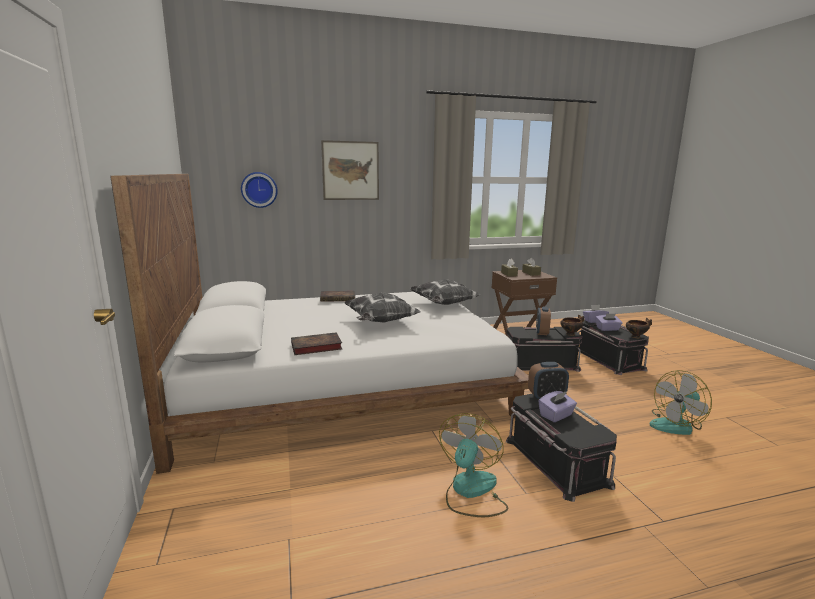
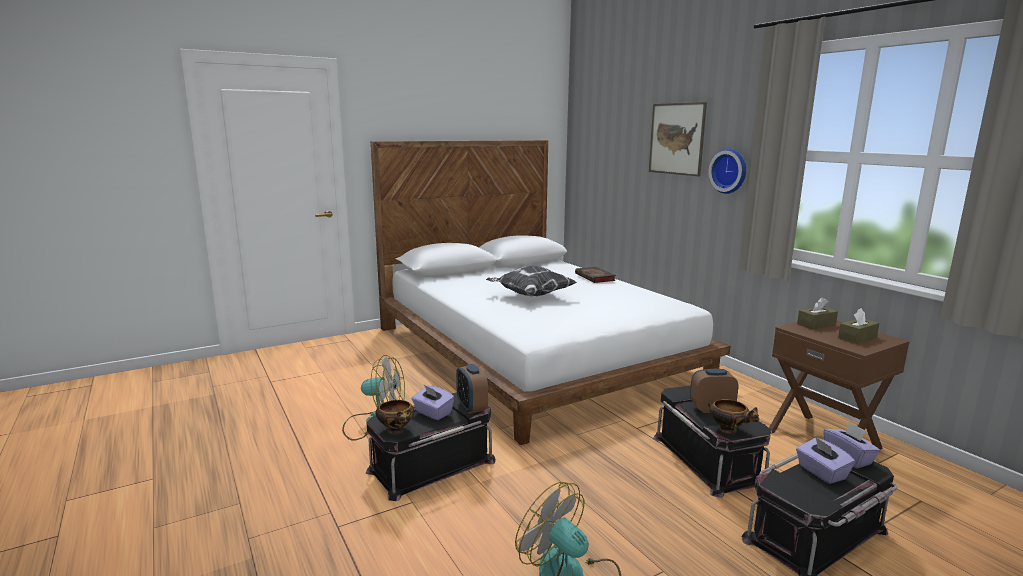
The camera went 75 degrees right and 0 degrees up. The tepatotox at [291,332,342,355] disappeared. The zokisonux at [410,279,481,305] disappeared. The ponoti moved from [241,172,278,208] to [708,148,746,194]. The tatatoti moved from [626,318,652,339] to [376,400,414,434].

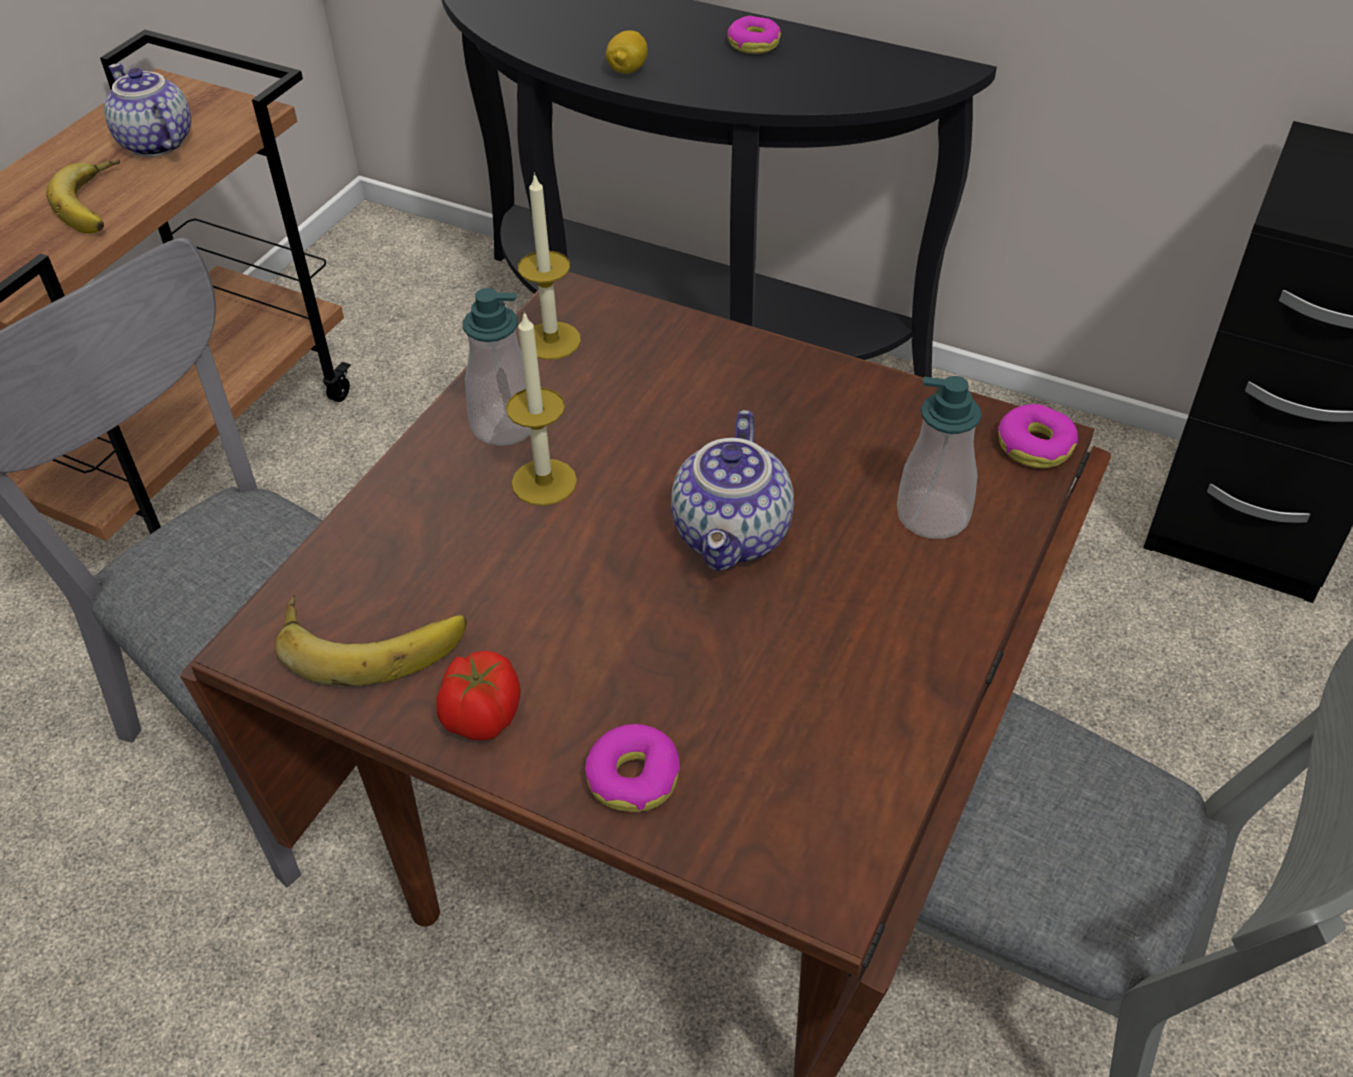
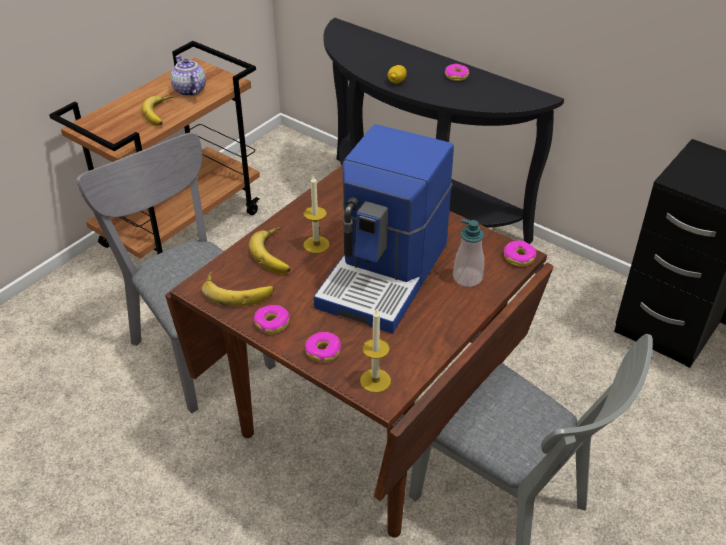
The camera went 10 degrees right and 5 degrees down. The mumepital at [463,288,530,446] disappeared. The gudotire at [249,227,291,274] appeared. The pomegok moved from [518,172,581,360] to [360,308,391,393]. The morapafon at [436,651,521,741] was replaced by the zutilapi at [254,305,289,334]. The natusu at [671,410,794,571] was replaced by the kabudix at [314,124,454,334].

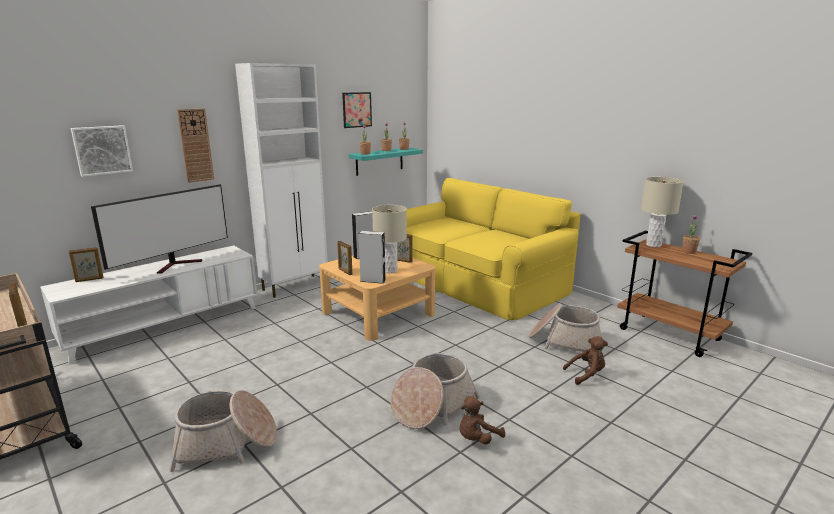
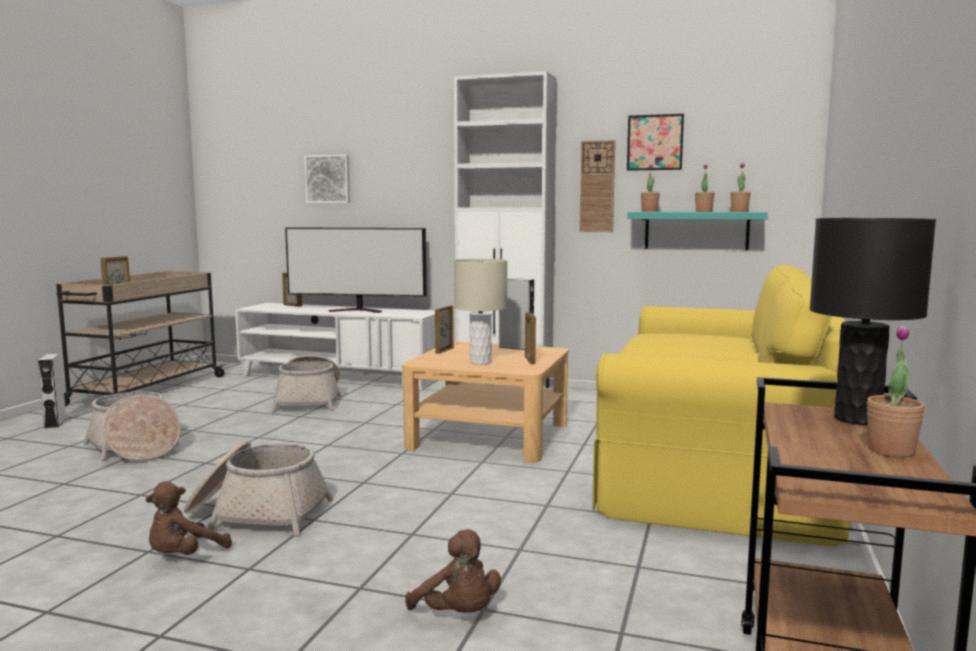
The camera went 60 degrees right and 10 degrees down. The ponoti moved from [177,108,214,183] to [579,140,615,232]. The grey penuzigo moved from [359,231,386,284] to [38,353,67,428]. The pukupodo moved from [529,303,602,352] to [271,355,341,412]. The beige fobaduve at [641,177,684,247] became the black fobaduve at [809,218,936,425]. The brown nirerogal at [460,396,505,445] turned 75 degrees counterclockwise.

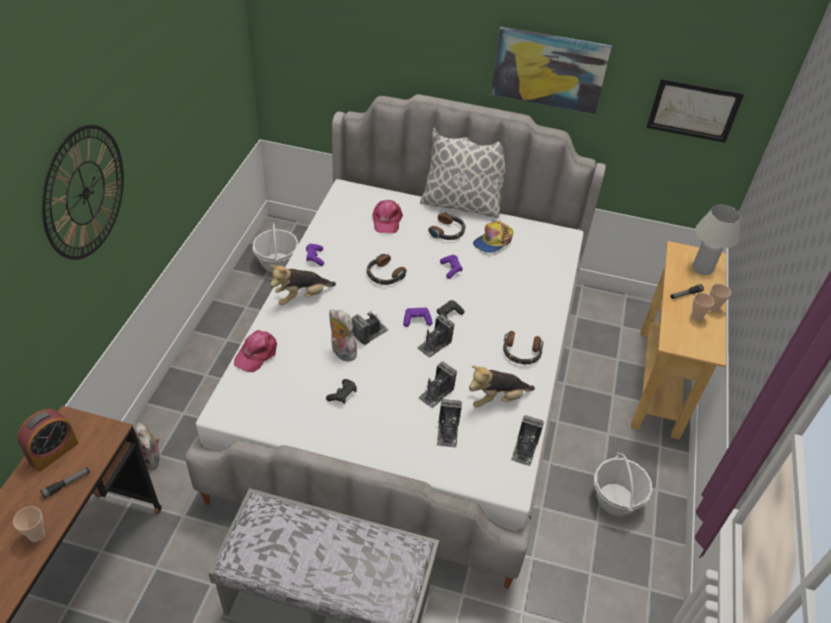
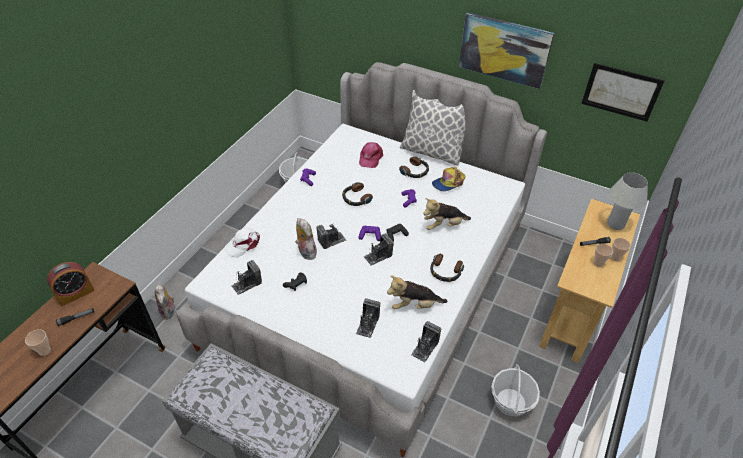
The camera went 15 degrees right and 0 degrees up. The ponoti at [42,125,124,260] disappeared. The nirerogal moved from [270,265,336,305] to [423,198,471,230]. The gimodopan moved from [418,362,457,408] to [232,260,262,295]. The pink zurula at [234,330,277,372] became the white zurula at [224,227,260,258].

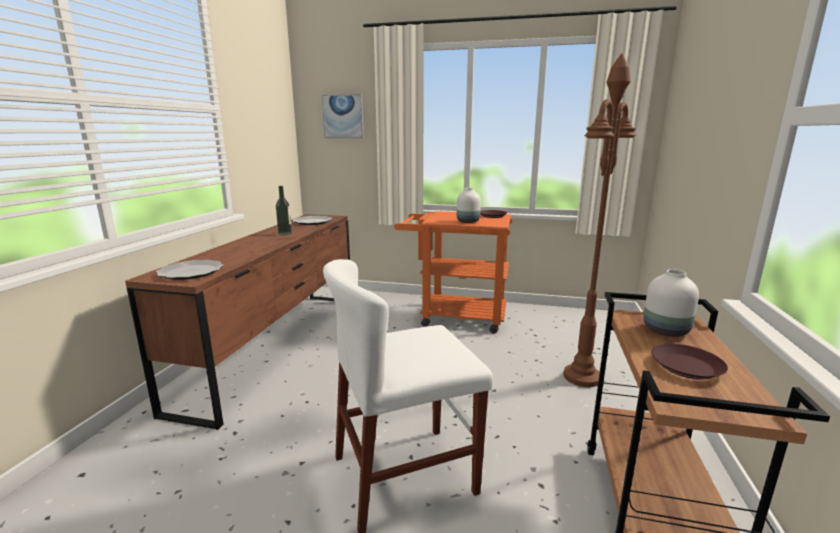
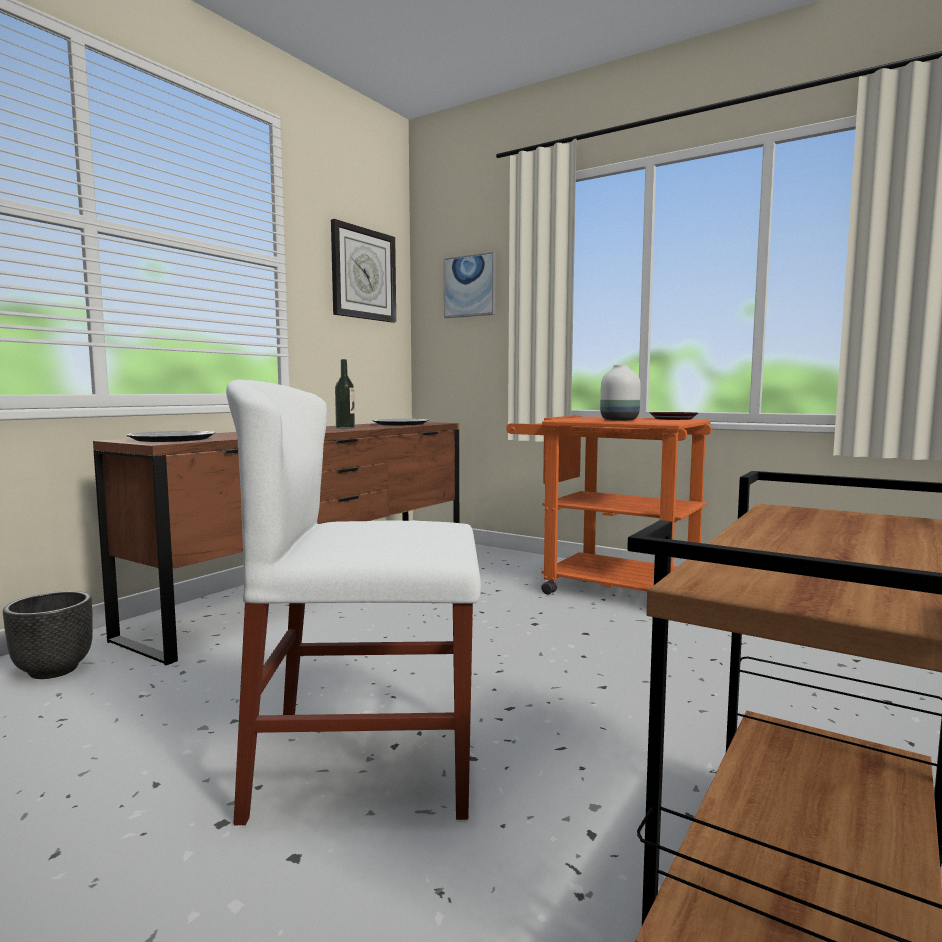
The camera went 20 degrees right and 10 degrees down. The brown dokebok at [563,53,636,387] disappeared. The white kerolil at [643,269,699,337] disappeared. The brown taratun at [651,344,728,380] disappeared. The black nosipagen at [3,591,93,679] appeared. The ponoti at [331,219,396,323] appeared.

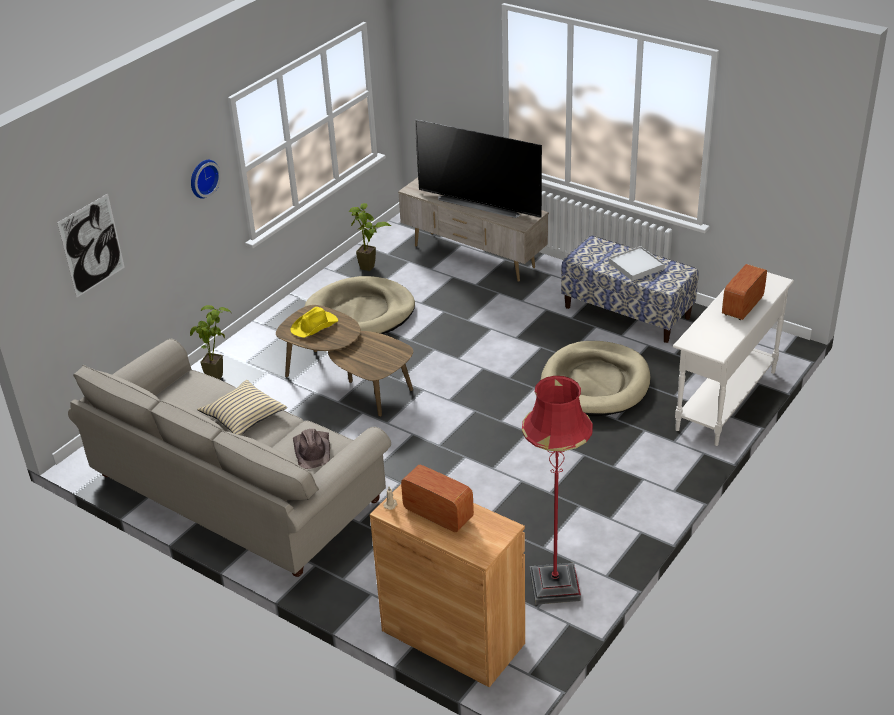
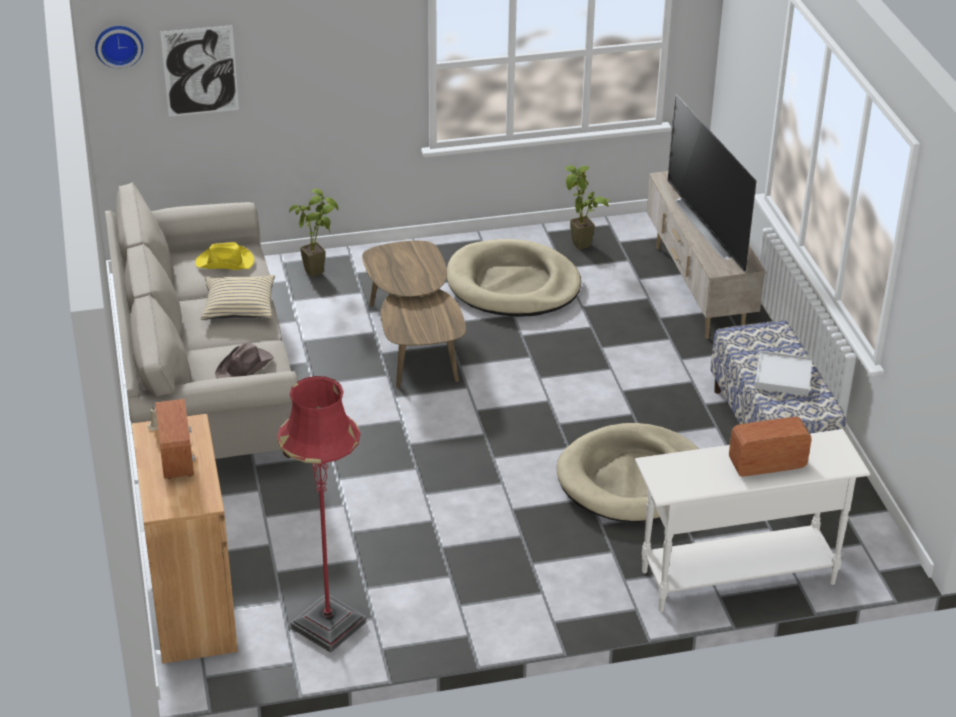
The camera went 40 degrees right and 0 degrees up. The ponoti moved from [191,160,221,199] to [95,26,143,69]. The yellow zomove moved from [291,307,338,338] to [195,242,254,270].

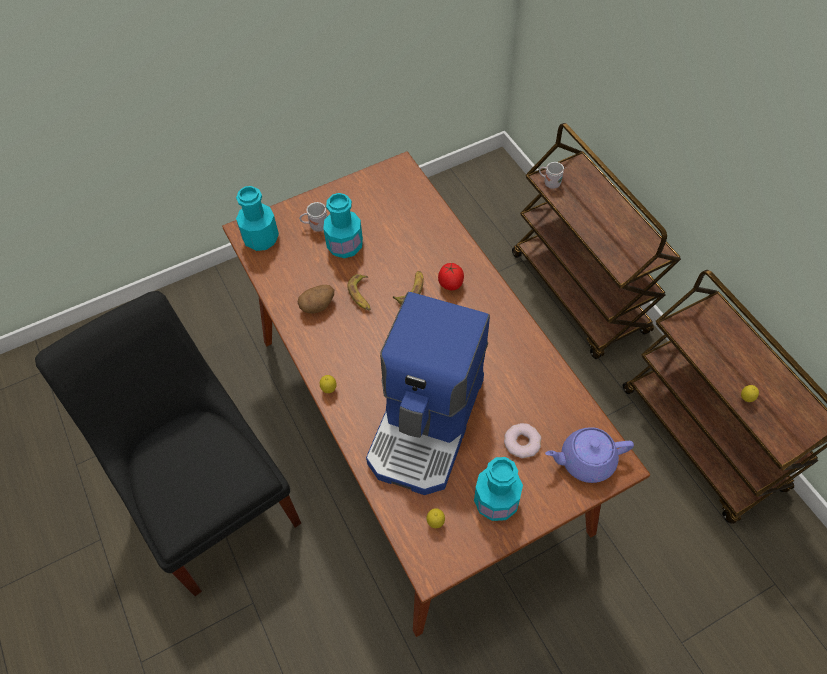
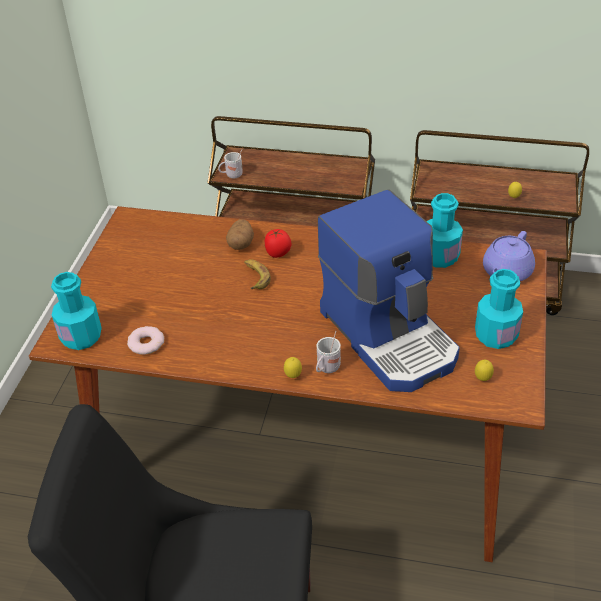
The camera went 50 degrees left and 15 degrees down. The gudotire at [347,274,371,311] disappeared. The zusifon moved from [298,285,334,314] to [226,219,254,250]. The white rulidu moved from [299,202,328,232] to [316,331,341,373]. The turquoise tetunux moved from [323,193,363,258] to [427,193,463,268]. The zutilapi moved from [504,423,542,458] to [127,326,164,355].

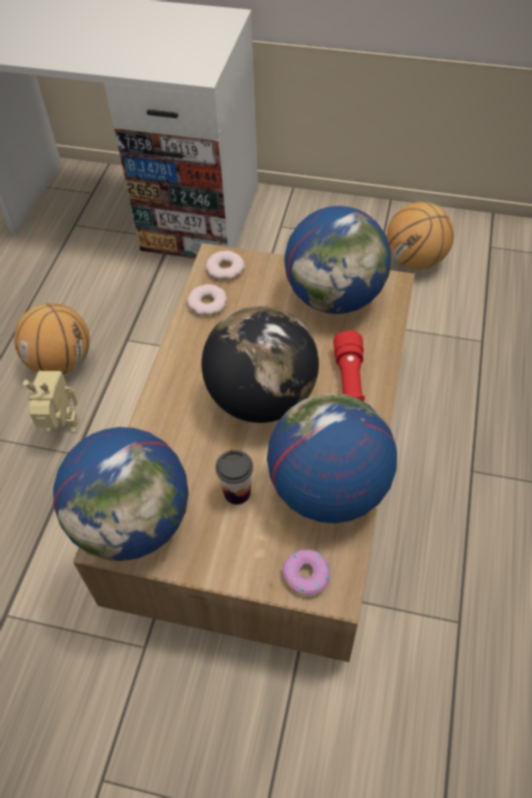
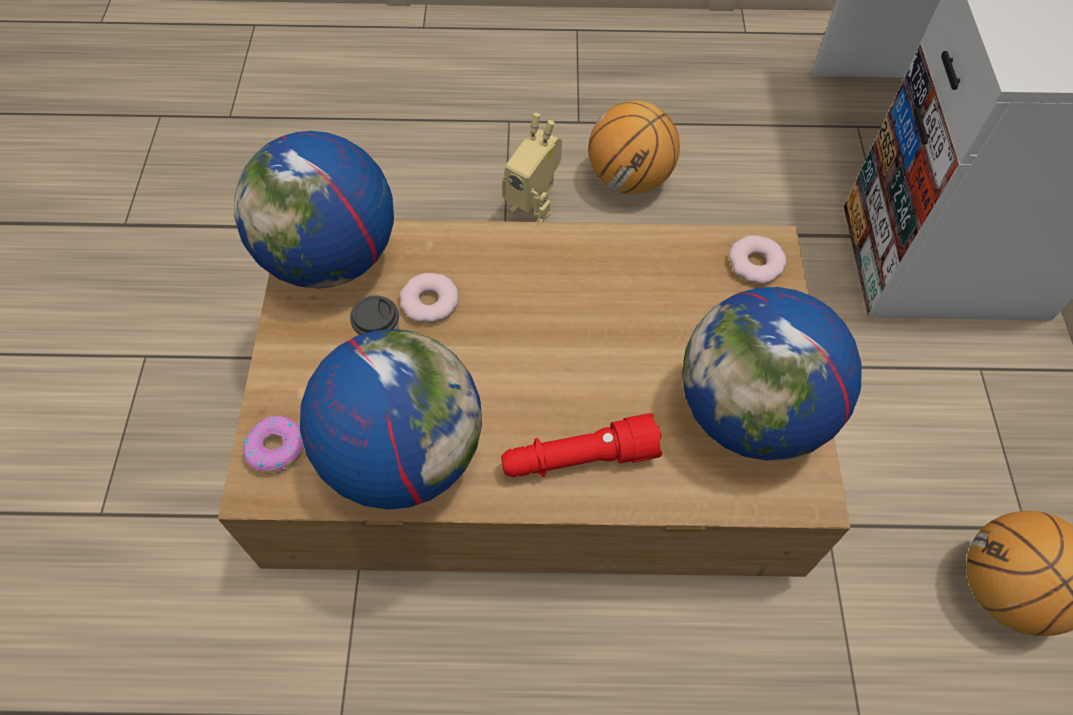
The camera went 75 degrees right and 5 degrees up. The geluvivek at [202,305,319,423] disappeared. The zutilapi moved from [187,284,227,316] to [400,273,459,323]. The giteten at [23,371,79,433] turned 135 degrees clockwise.

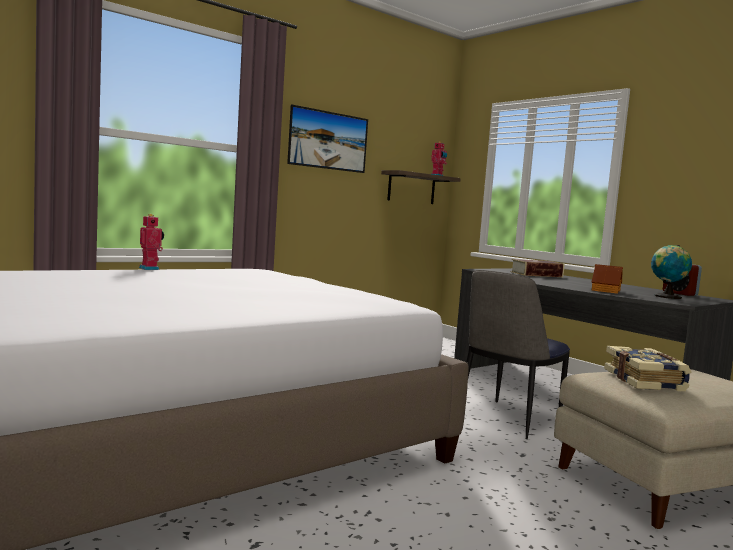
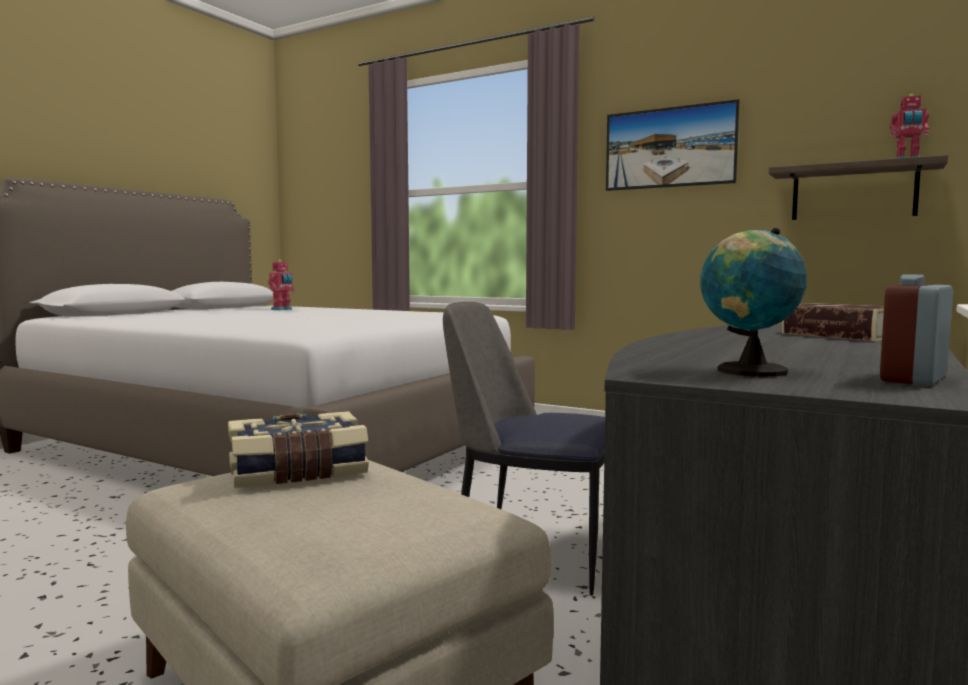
The camera went 70 degrees right and 0 degrees up. The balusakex at [591,264,623,294] disappeared. The giteten moved from [139,214,164,270] to [268,259,295,310].

